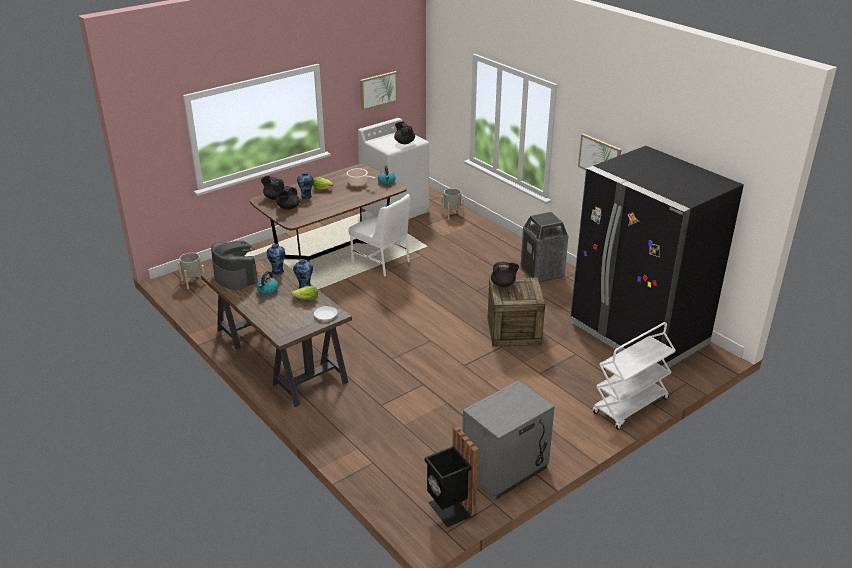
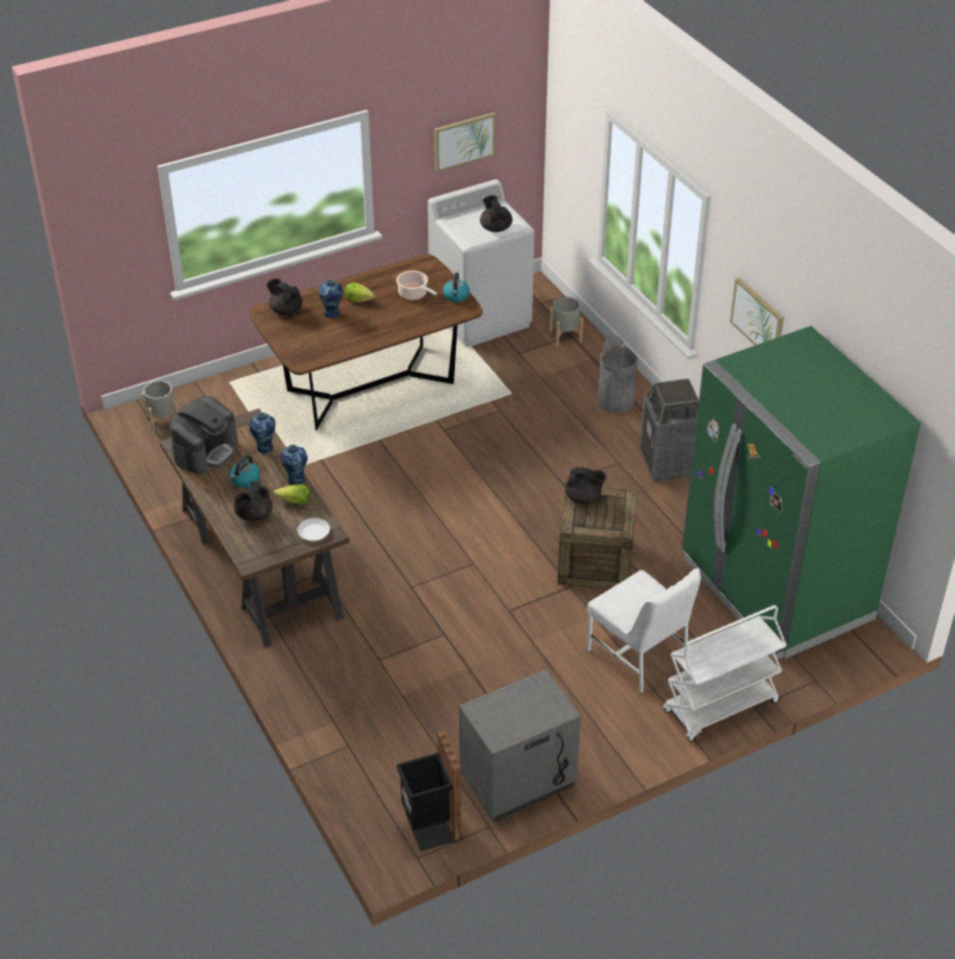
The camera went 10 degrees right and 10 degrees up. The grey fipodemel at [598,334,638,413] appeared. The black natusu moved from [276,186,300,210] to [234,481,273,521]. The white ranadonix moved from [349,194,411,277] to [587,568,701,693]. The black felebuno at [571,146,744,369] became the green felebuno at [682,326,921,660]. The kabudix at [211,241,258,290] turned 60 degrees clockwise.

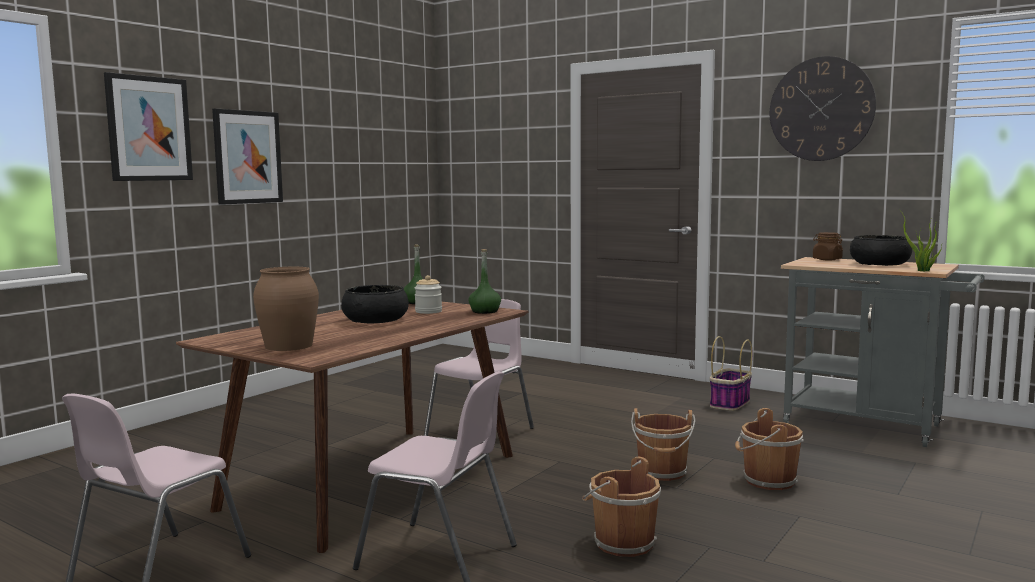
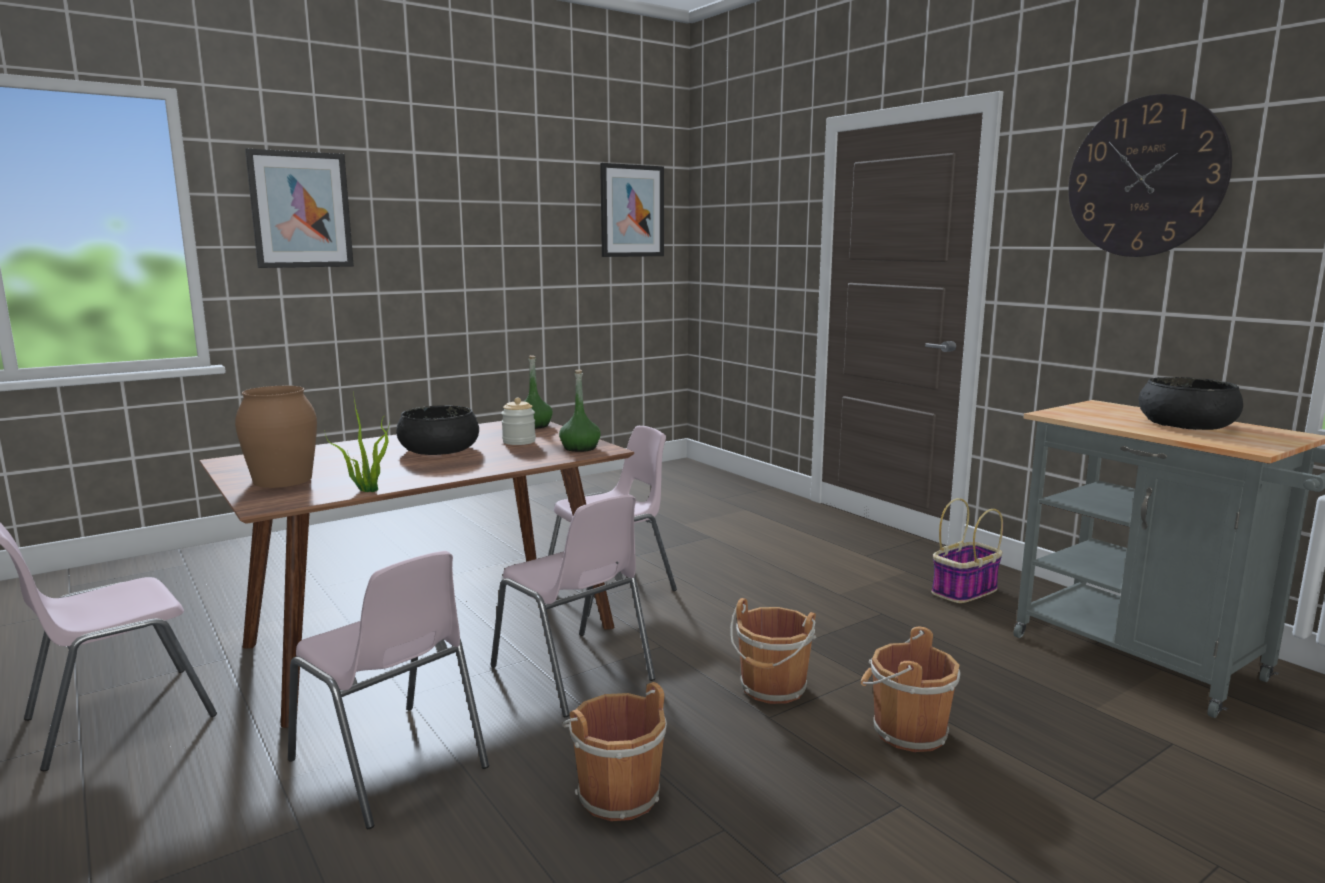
The camera went 20 degrees right and 5 degrees up. The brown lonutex at [813,232,843,260] disappeared. The pink ranadonix at [491,495,655,717] appeared. The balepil moved from [212,108,283,205] to [600,163,664,257]. The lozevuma moved from [899,209,943,271] to [324,399,390,492].

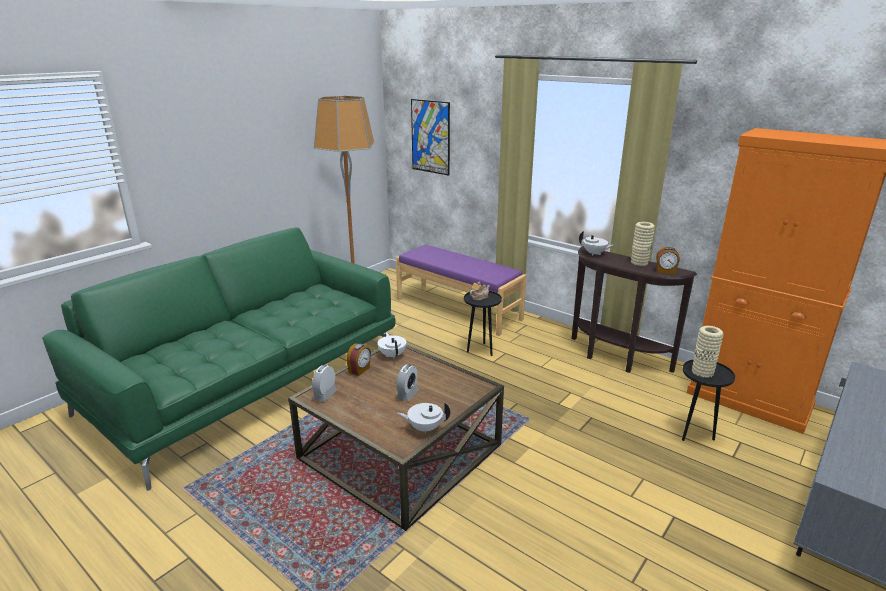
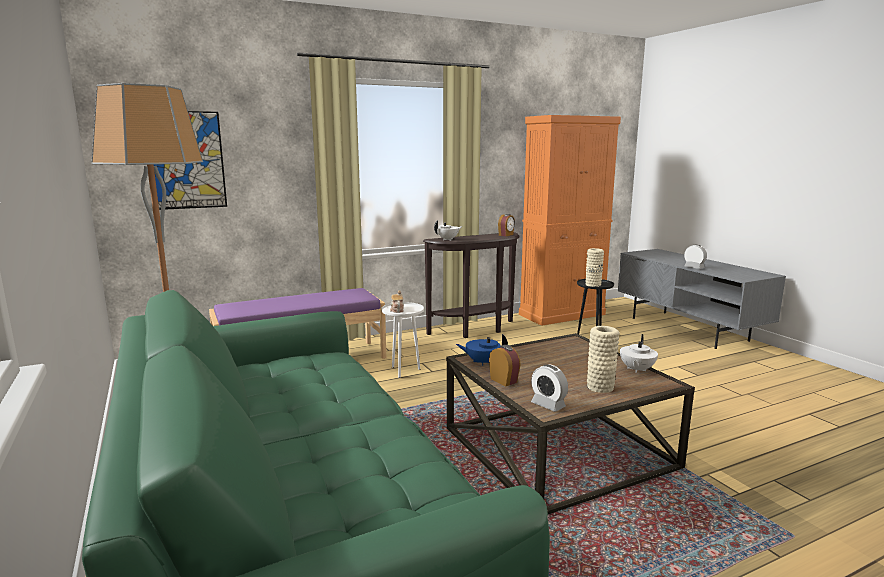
The camera went 65 degrees left and 10 degrees down. The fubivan moved from [396,364,419,401] to [684,245,707,269]. The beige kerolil moved from [631,222,655,266] to [587,326,620,393]. The white natusu at [378,332,407,359] became the blue natusu at [456,334,508,366]. The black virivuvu at [464,291,502,356] became the white virivuvu at [381,302,424,378].

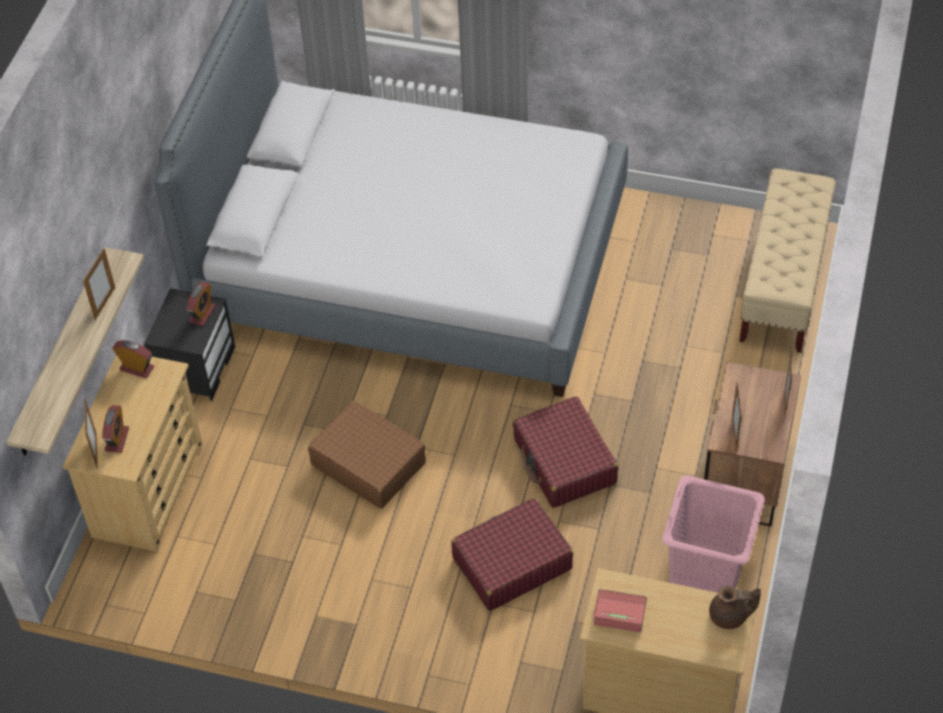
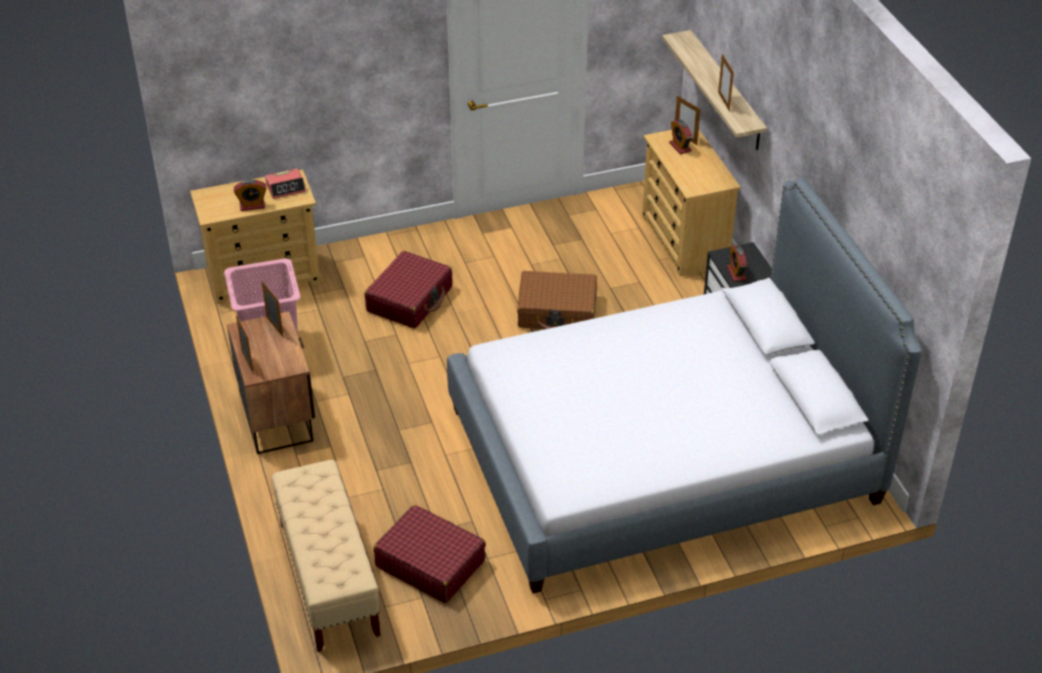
The camera went 145 degrees right and 10 degrees down. The brown natusu at [709,586,761,629] disappeared. The fubivan moved from [112,340,154,378] to [234,179,266,211]. The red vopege moved from [513,396,618,508] to [374,505,486,603].

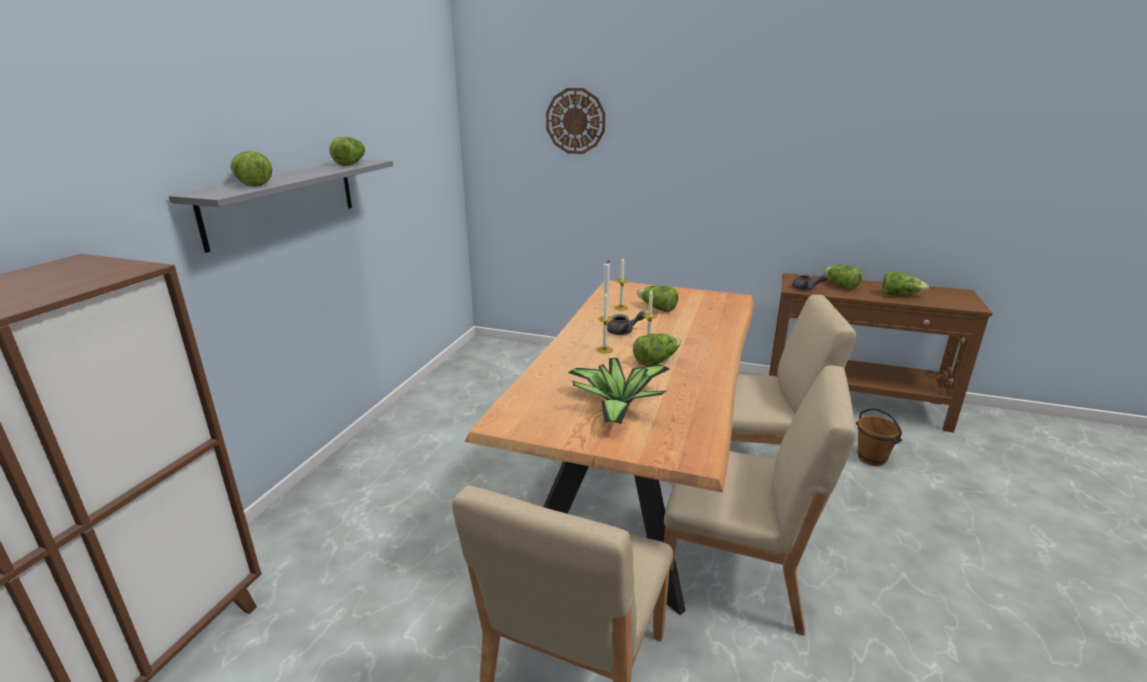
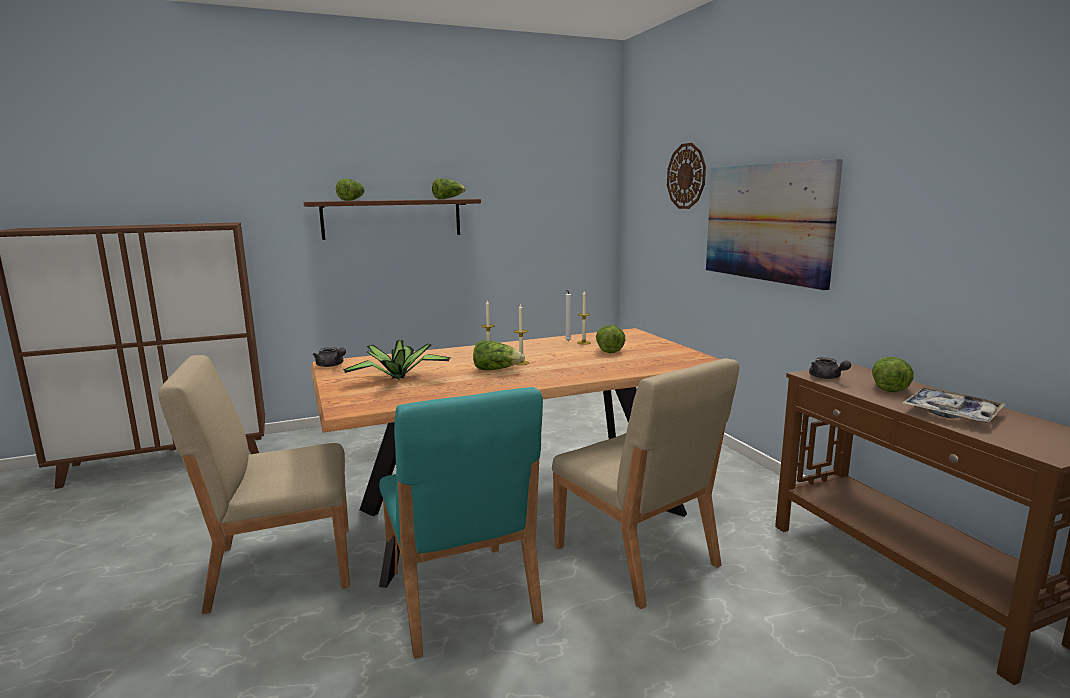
The camera went 50 degrees right and 10 degrees down. The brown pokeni at [856,408,902,466] disappeared. The balepil at [706,159,843,290] appeared. The grey natusu moved from [607,311,645,335] to [313,347,346,367]. The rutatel at [882,271,929,296] was replaced by the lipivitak at [902,388,1006,422]. The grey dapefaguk at [169,159,393,253] became the brown dapefaguk at [304,199,481,240]. The beige ranadonix at [664,366,856,635] became the turquoise ranadonix at [379,387,543,659].

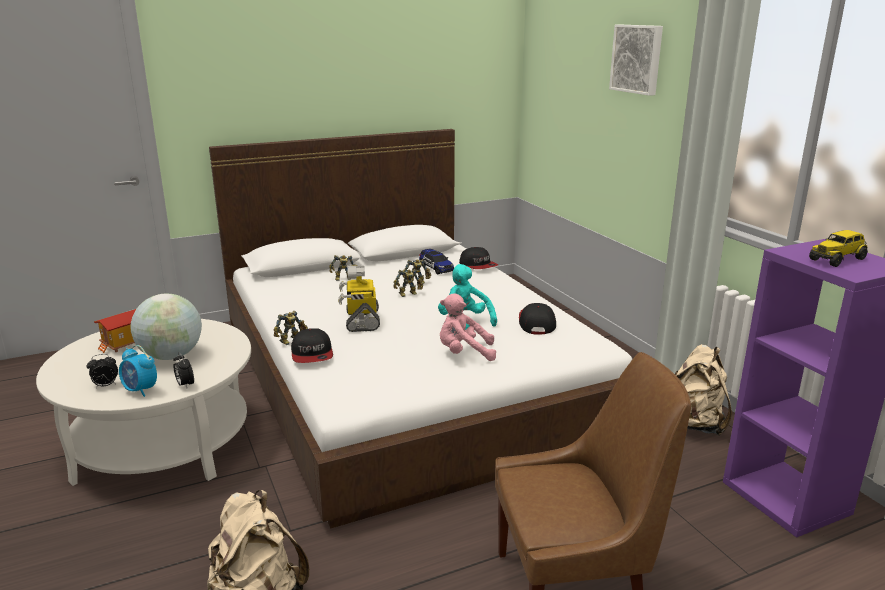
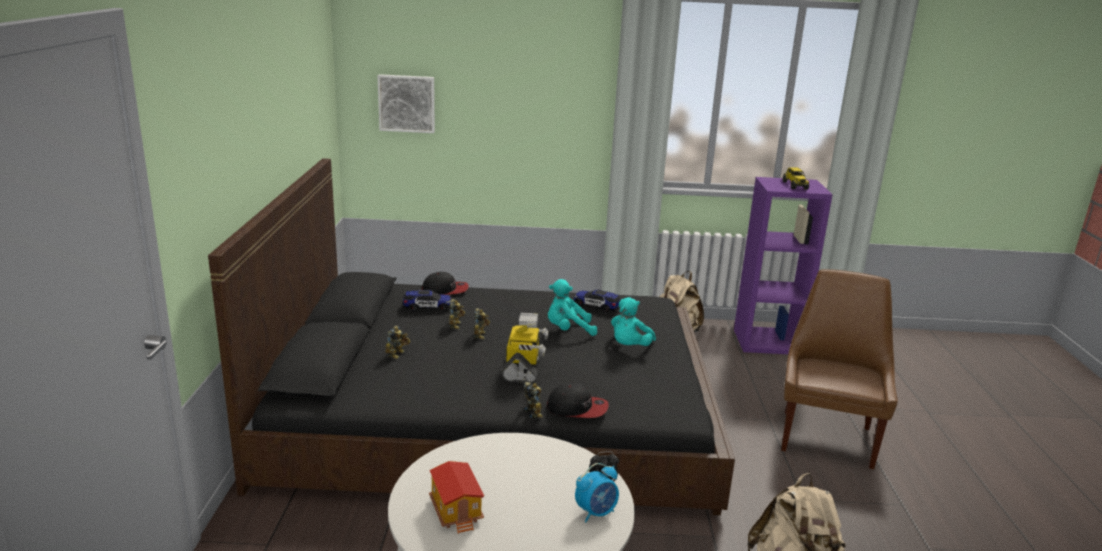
The camera went 65 degrees left and 0 degrees up. The fubivan at [87,354,118,388] disappeared. The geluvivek at [130,294,202,360] disappeared. The balepil moved from [609,25,663,96] to [378,74,435,133]. The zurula at [519,303,556,334] was replaced by the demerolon at [574,290,621,313]. The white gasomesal at [209,129,632,528] became the black gasomesal at [208,158,735,515]. The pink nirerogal at [440,293,496,361] became the turquoise nirerogal at [611,297,656,346]. The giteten at [338,266,380,332] turned 105 degrees counterclockwise.

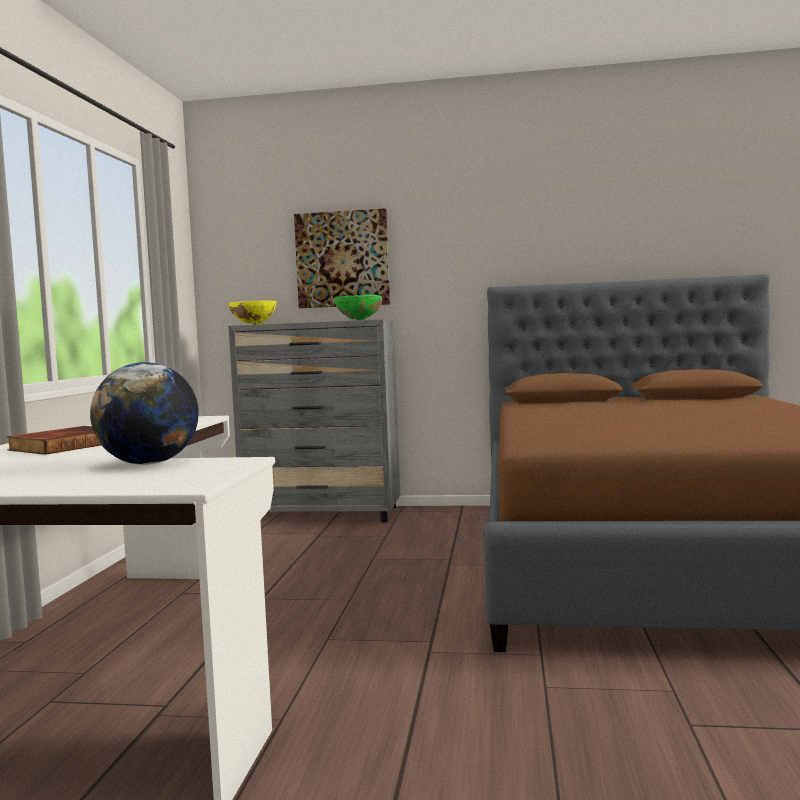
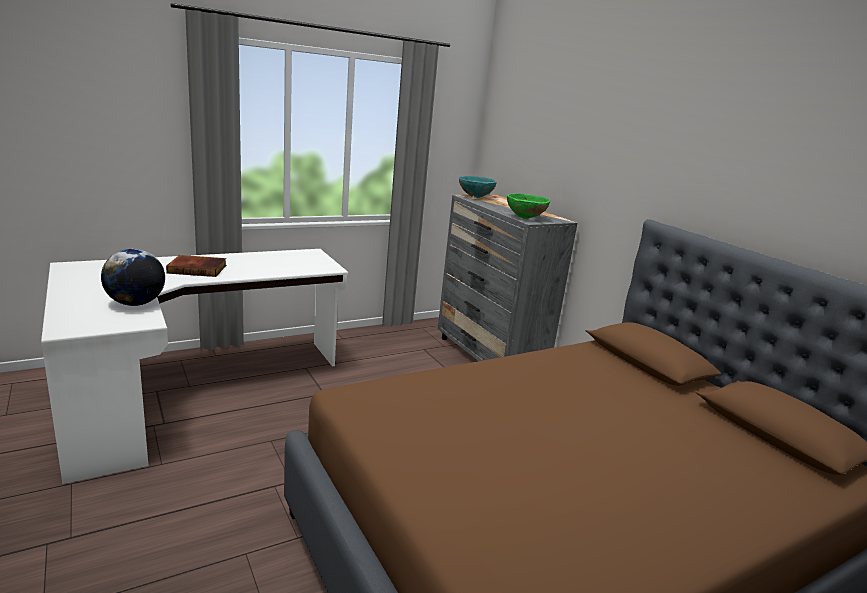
The camera went 50 degrees right and 15 degrees up. The balepil at [294,208,390,308] disappeared. The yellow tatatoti at [228,301,276,325] became the turquoise tatatoti at [459,176,497,198].

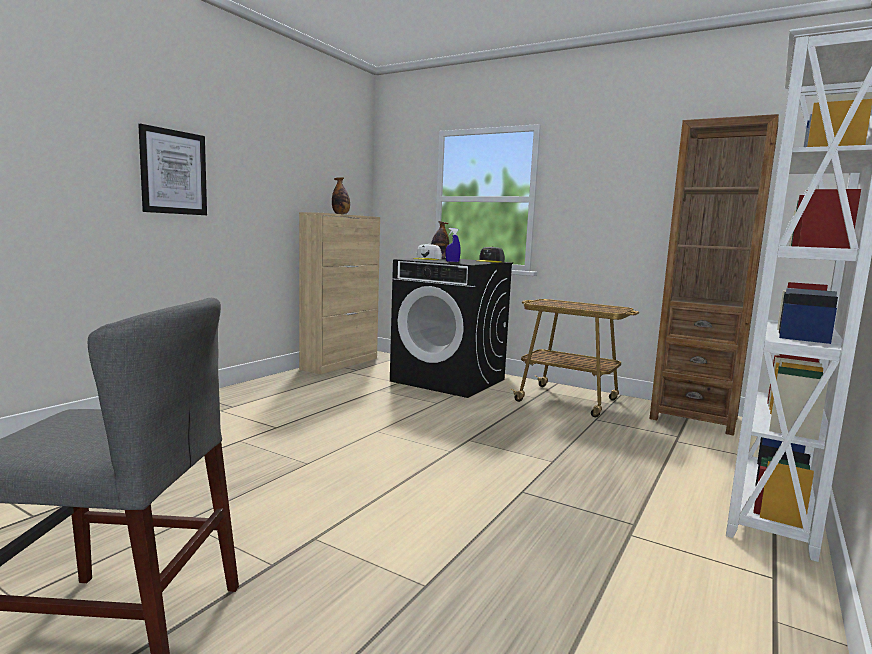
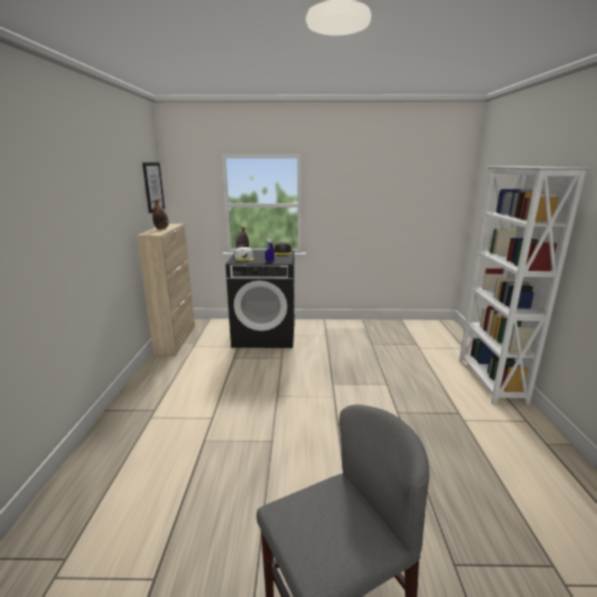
The camera went 30 degrees left and 10 degrees up. The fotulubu at [510,299,639,417] disappeared. The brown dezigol at [649,114,779,436] disappeared. The balepil moved from [138,123,207,215] to [142,162,165,213].

